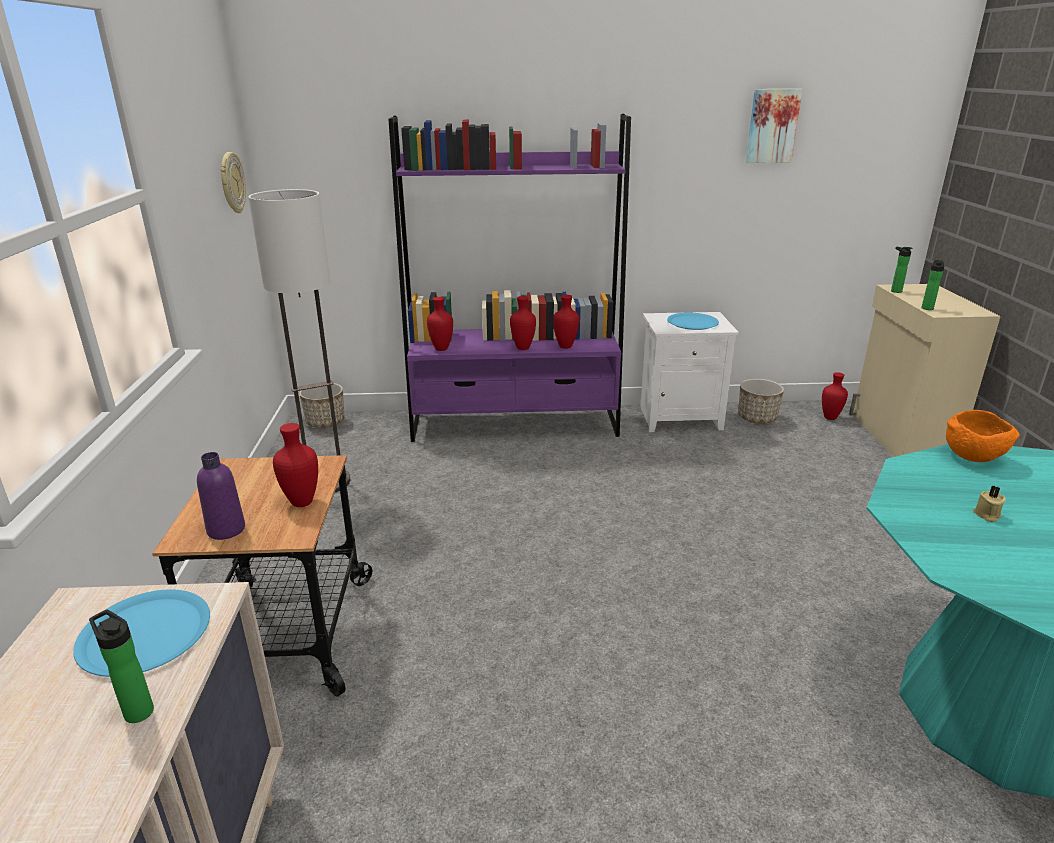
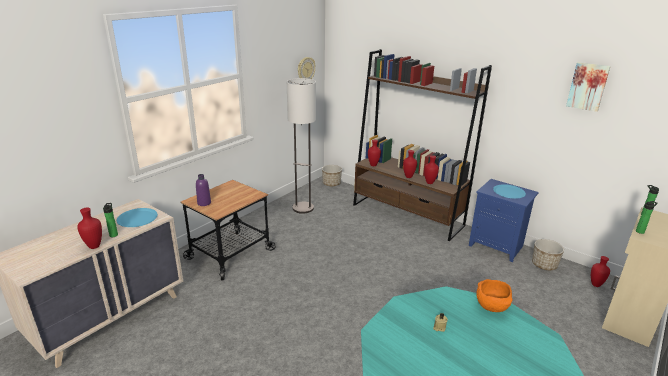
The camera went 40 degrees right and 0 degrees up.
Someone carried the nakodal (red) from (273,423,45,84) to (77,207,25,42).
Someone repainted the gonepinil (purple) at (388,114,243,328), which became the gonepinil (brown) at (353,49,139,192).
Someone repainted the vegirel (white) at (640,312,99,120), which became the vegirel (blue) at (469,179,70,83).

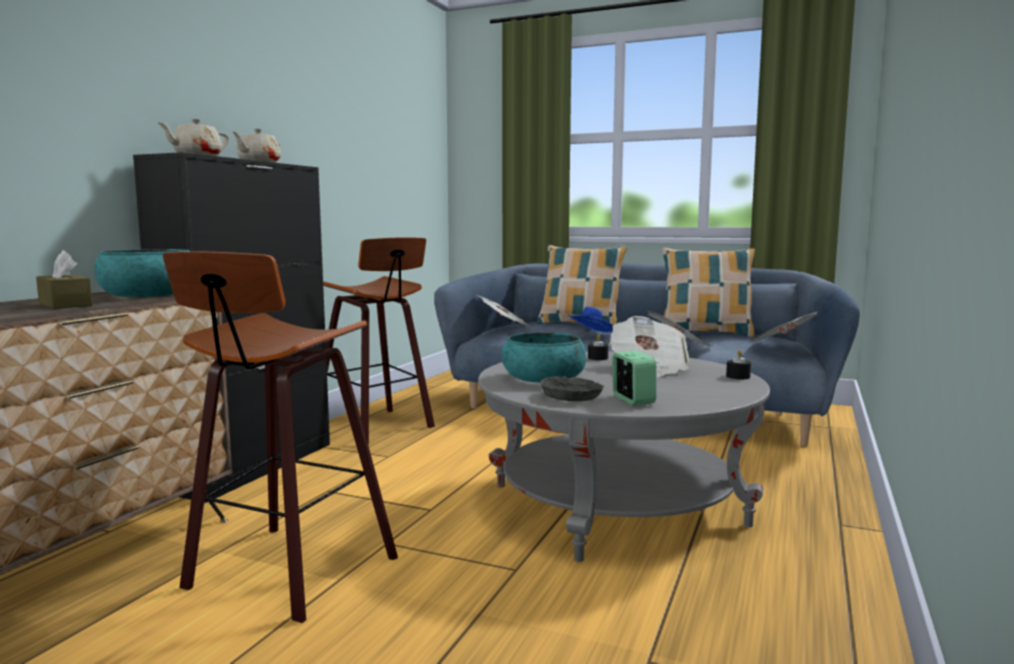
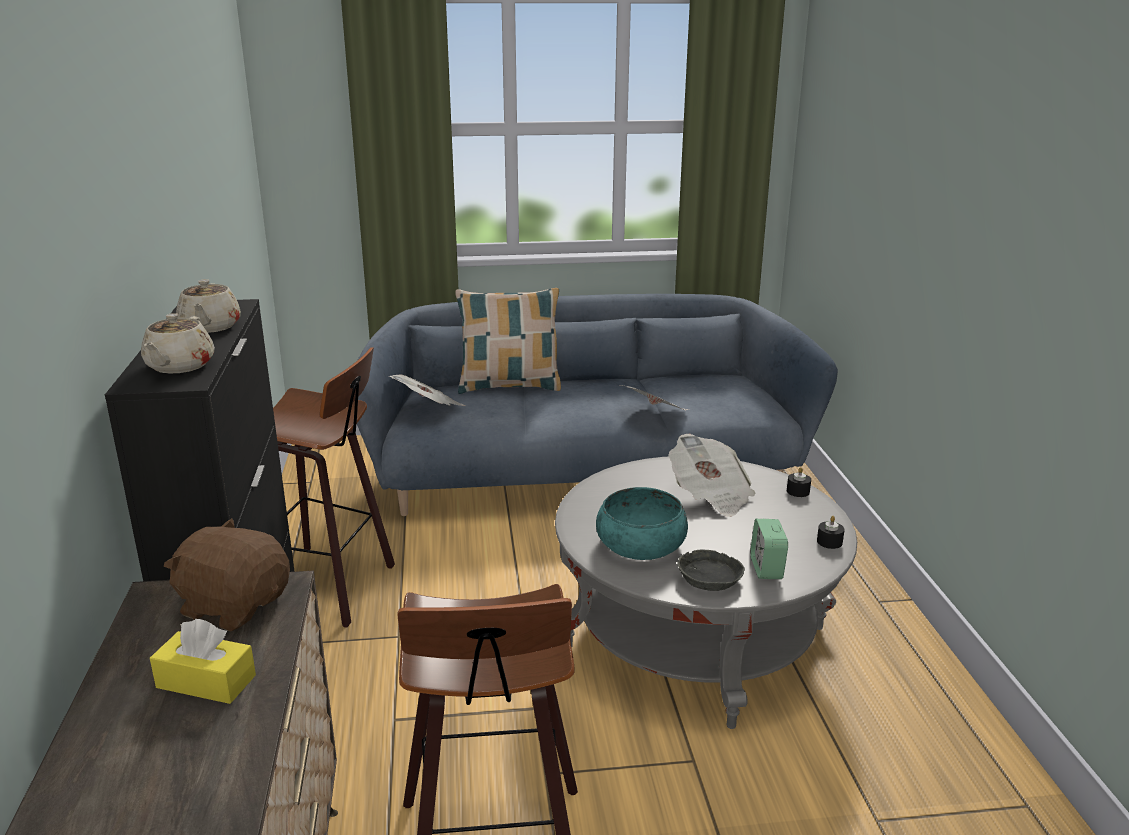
The camera went 30 degrees left and 15 degrees up.
Someone repainted the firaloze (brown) at (36,250,56,59), which became the firaloze (yellow) at (150,619,106,85).
Someone swapped the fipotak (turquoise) at (94,249,96,48) for the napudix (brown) at (164,518,126,114).
Someone took away the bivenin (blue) at (568,307,45,26).
Someone carried the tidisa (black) from (588,334,20,26) to (817,516,28,33).
Someone rotated the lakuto at (613,351,43,54) by 135 degrees counterclockwise.
Someone took away the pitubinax at (662,248,93,89).
Someone took away the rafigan at (749,311,70,31).

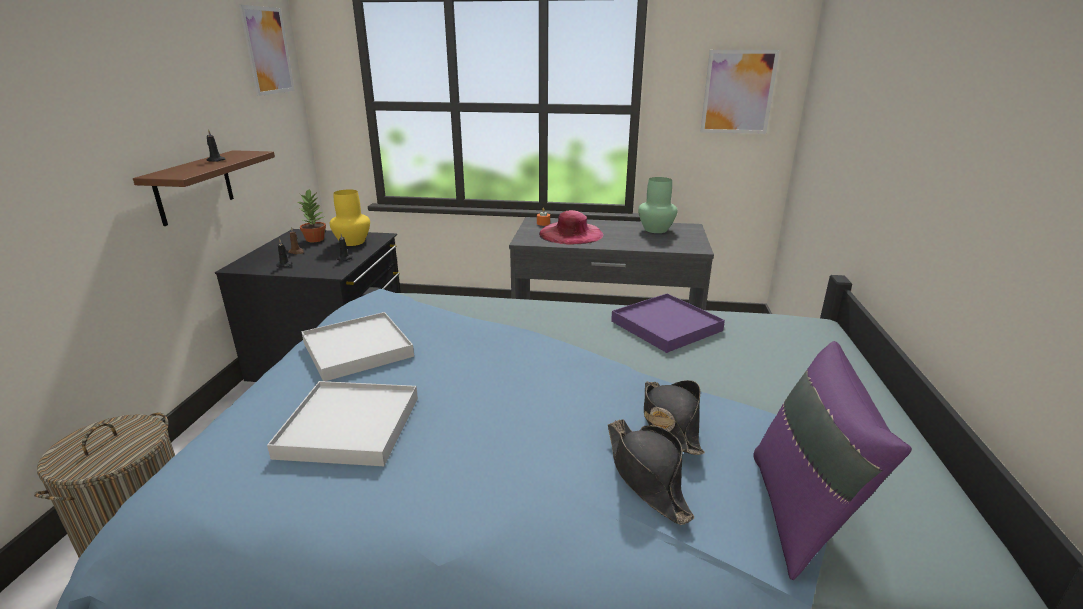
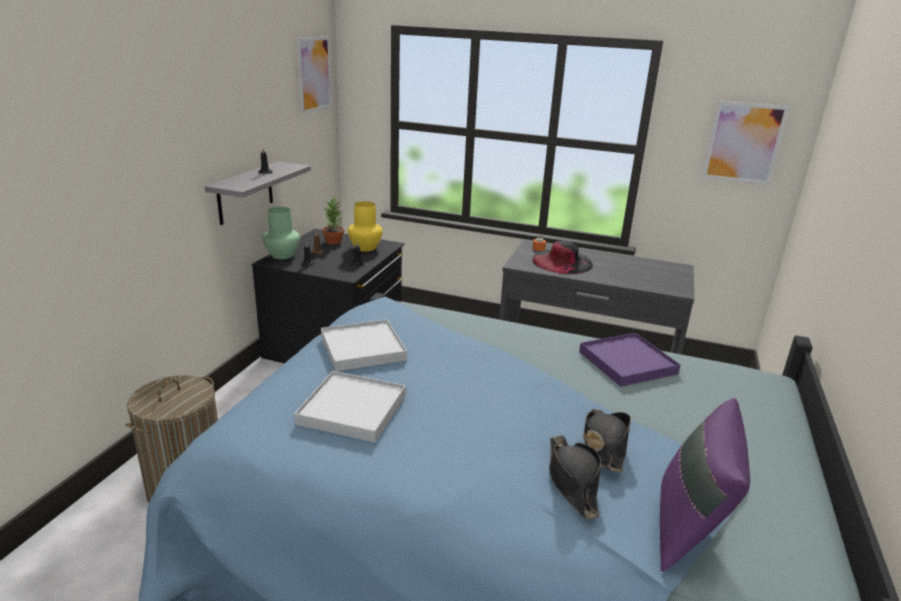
The camera went 10 degrees right and 0 degrees up.
Someone repainted the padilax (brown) at (133,150,142,76), which became the padilax (grey) at (205,161,106,64).
Someone repainted the bivenin (pink) at (539,210,65,34), which became the bivenin (black) at (533,241,60,33).
Someone carried the nakodal (green) from (638,177,39,56) to (263,207,37,52).

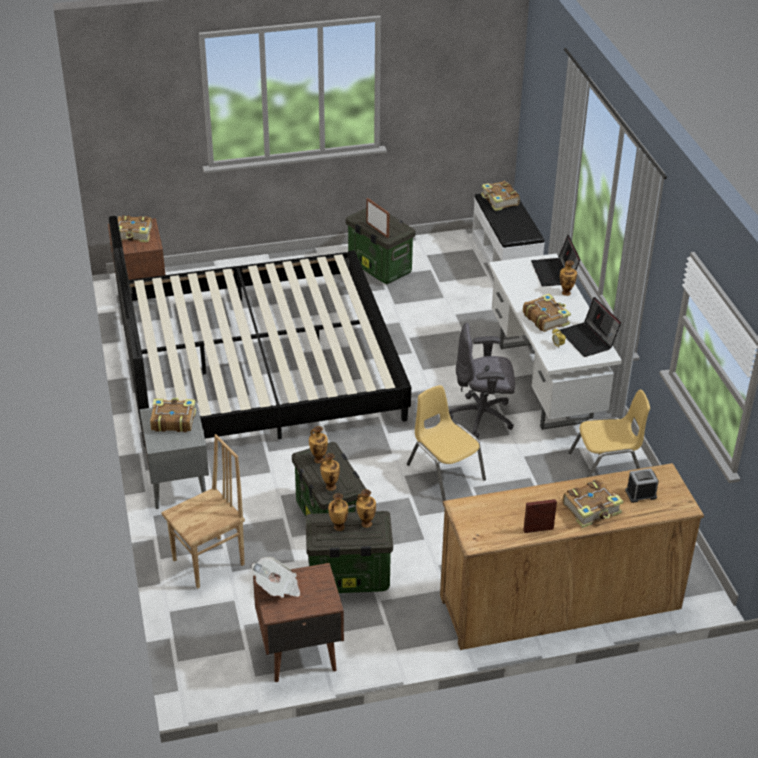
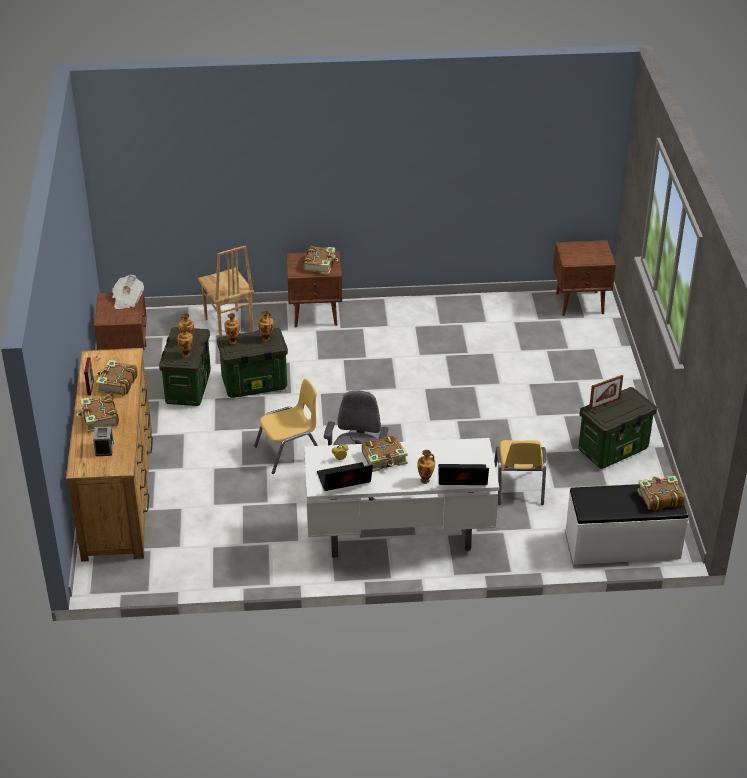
The camera went 100 degrees right and 0 degrees up.
Someone took away the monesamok at (109,216,302,230).
Someone carried the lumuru from (118,215,34,27) to (96,360,42,35).
Someone repainted the vegirel (grey) at (140,401,69,108), which became the vegirel (brown) at (286,251,56,77).
Someone carried the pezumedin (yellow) from (568,390,82,87) to (494,440,52,65).

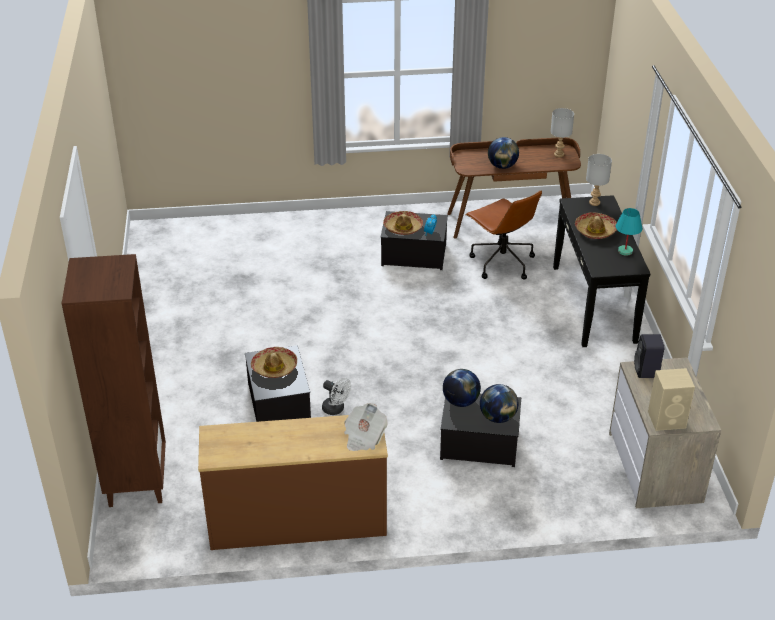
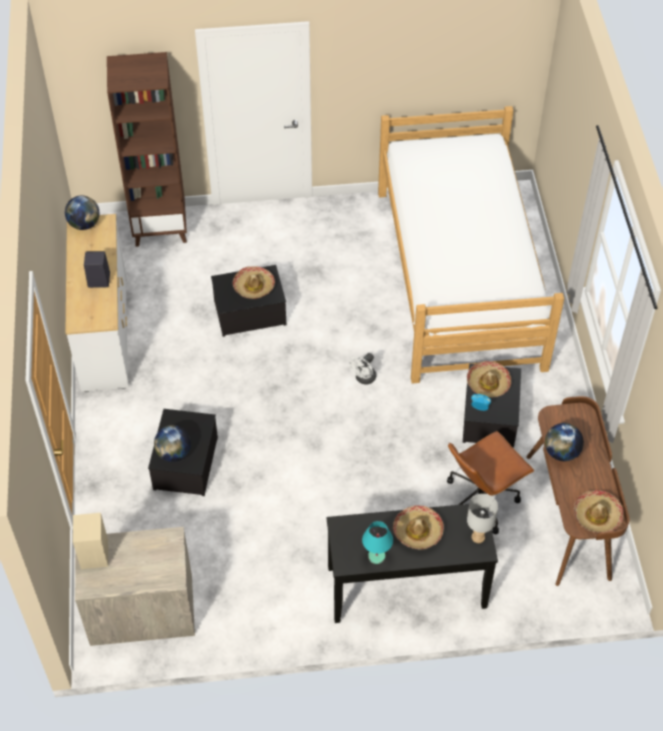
The camera went 90 degrees right and 15 degrees up.
Someone repainted the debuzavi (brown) at (198,415,190,135), which became the debuzavi (white) at (65,214,64,178).
Someone carried the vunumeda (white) from (322,378,29,37) to (349,353,27,32).
Someone took away the rafigan at (344,403,44,48).
Someone carried the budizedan from (443,369,38,38) to (65,196,34,34).
Someone swapped the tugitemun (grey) at (550,108,24,49) for the bivenin at (574,490,50,43).
Someone carried the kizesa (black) from (634,334,31,44) to (84,251,26,37).
Someone put down the monesamok at (378,106,186,278).

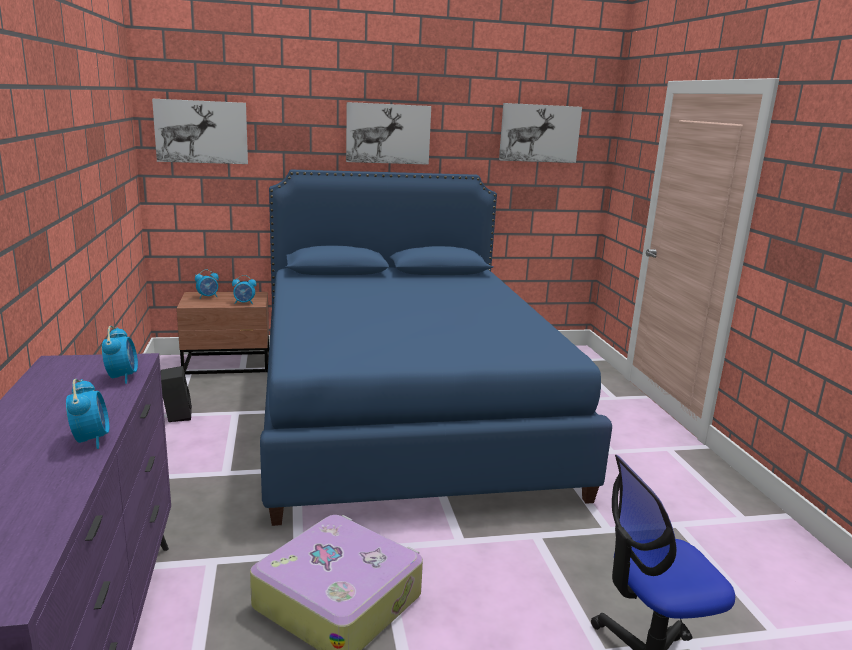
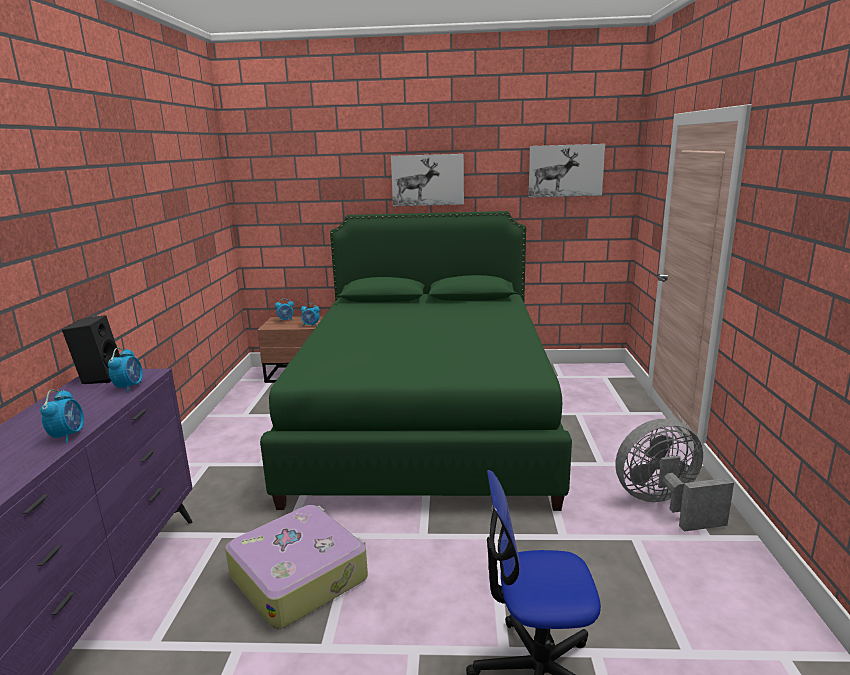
The camera went 15 degrees right and 0 degrees up.
Someone took away the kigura at (152,99,96,65).
Someone carried the kizesa (black) from (161,366,31,56) to (62,315,58,69).
Someone repainted the monesamok (blue) at (260,169,352,357), which became the monesamok (green) at (260,211,312,300).
Someone put down the vunumeda (grey) at (615,419,119,113).

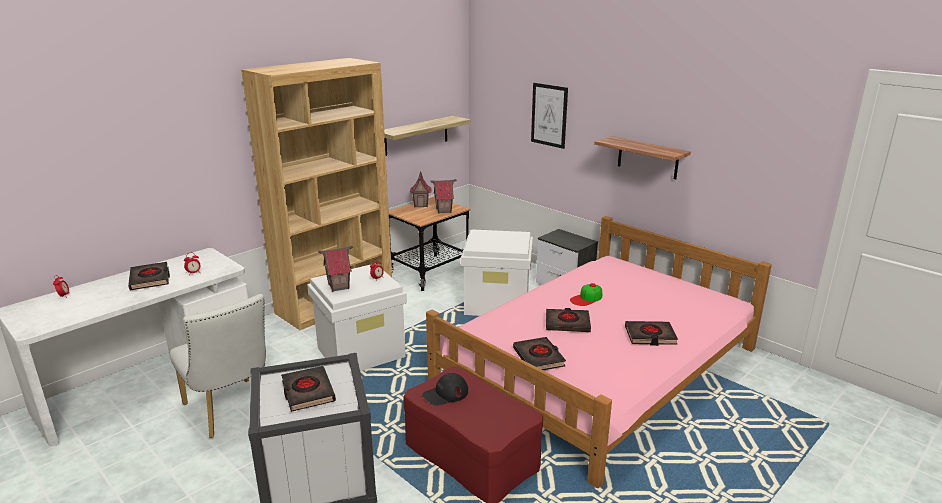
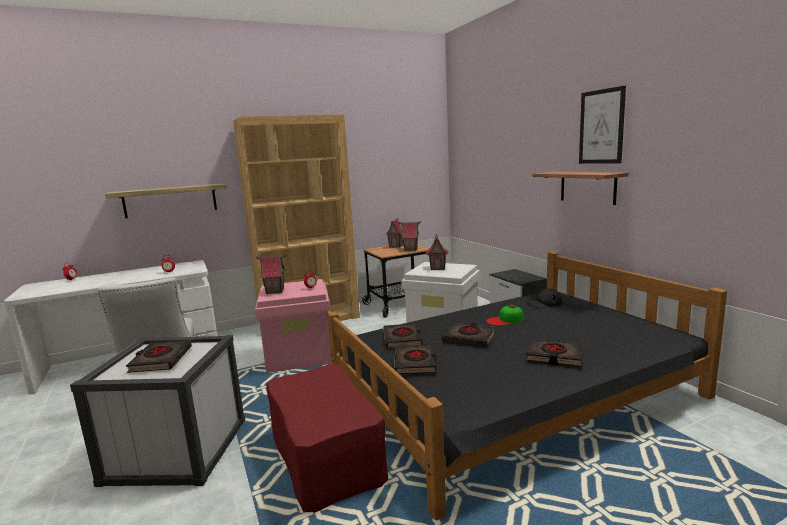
The camera went 20 degrees right and 10 degrees down.
Someone carried the lumuru (black) from (128,262,42,28) to (383,323,39,26).
Someone repainted the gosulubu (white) at (307,264,100,107), which became the gosulubu (pink) at (255,279,77,94).
Someone carried the padilax from (384,116,87,40) to (105,183,122,35).
Someone carried the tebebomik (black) from (423,373,45,33) to (526,288,36,20).
Someone repainted the monesamok (pink) at (426,216,346,272), which became the monesamok (black) at (327,251,400,270).
Someone carried the kigura from (531,83,37,66) to (579,86,47,78).
Someone put down the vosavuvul at (426,234,23,36).

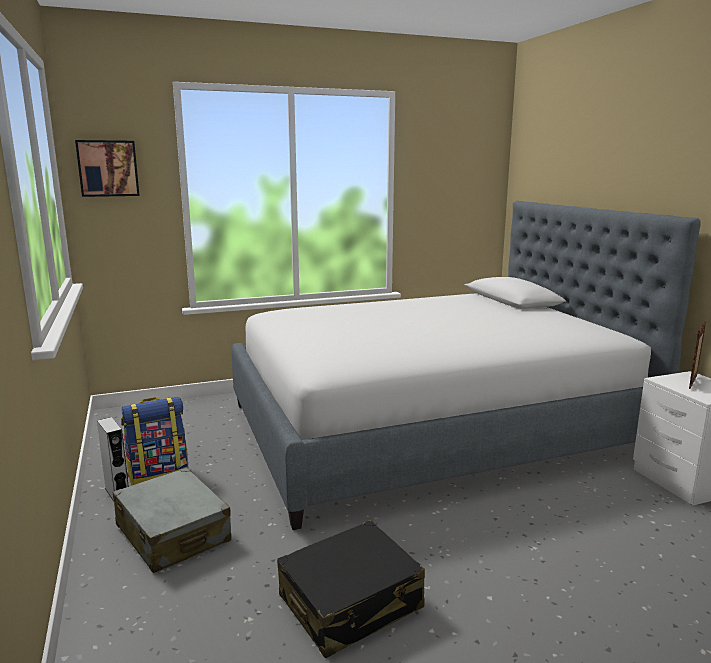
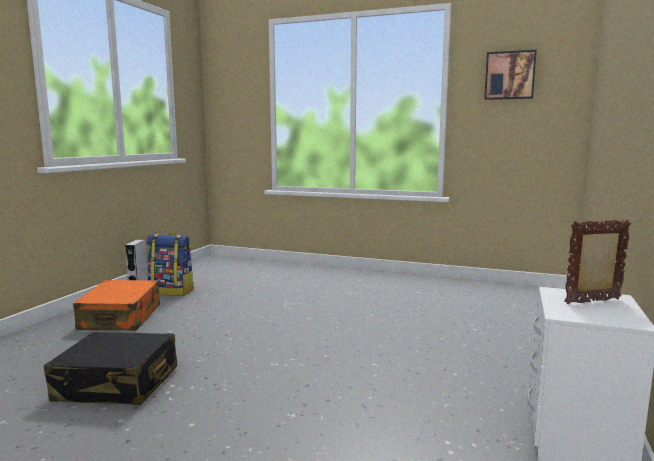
The camera went 40 degrees right and 5 degrees down.
Someone carried the kigura from (75,140,65,57) to (484,50,53,50).
Someone repainted the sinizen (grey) at (113,467,118,106), which became the sinizen (orange) at (73,280,87,51).
Someone took away the monesamok at (231,201,470,329).

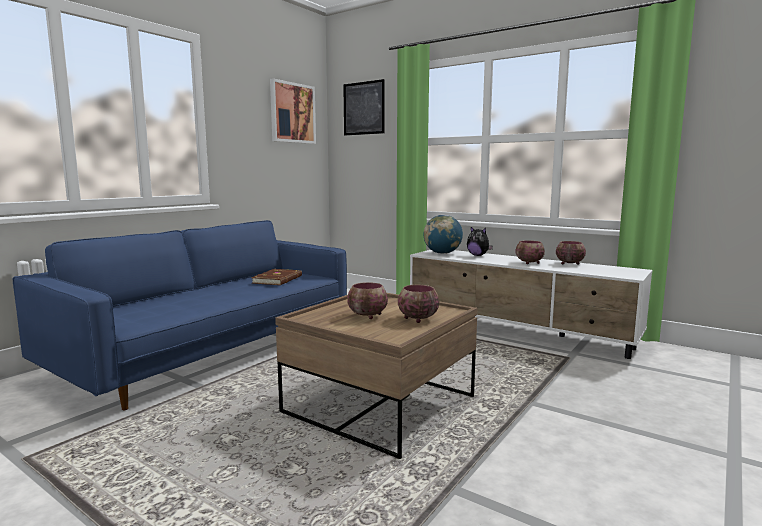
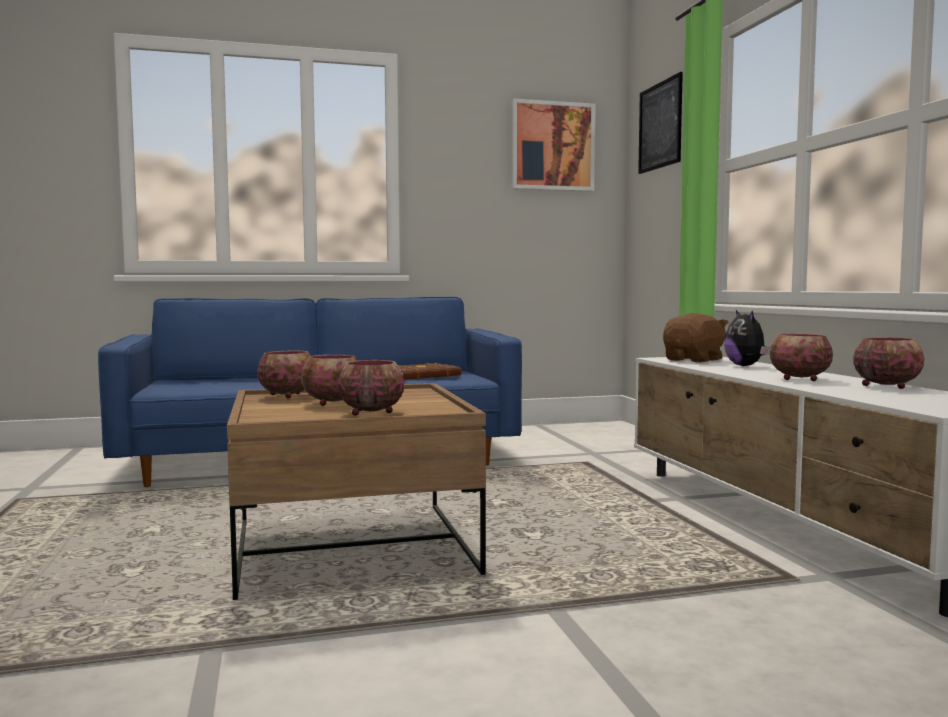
The camera went 40 degrees right and 5 degrees down.
Someone swapped the budizedan at (424,215,39,39) for the napudix (brown) at (663,313,66,49).
Someone put down the fipotak at (257,351,53,47).

